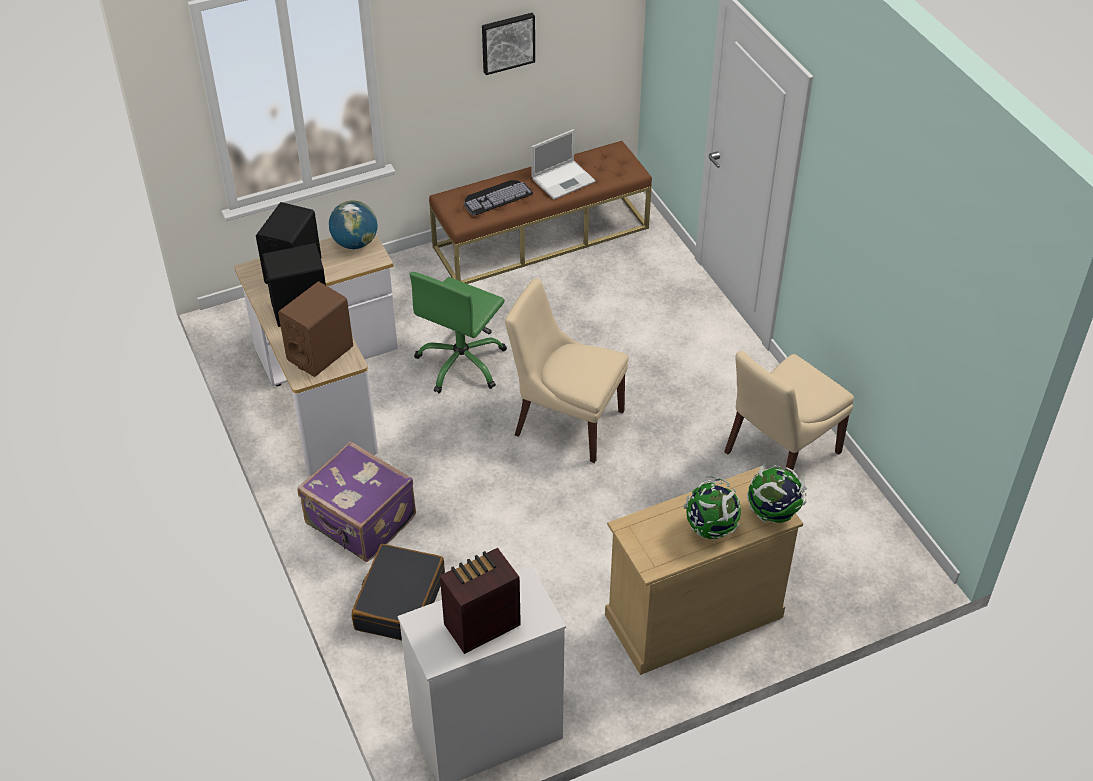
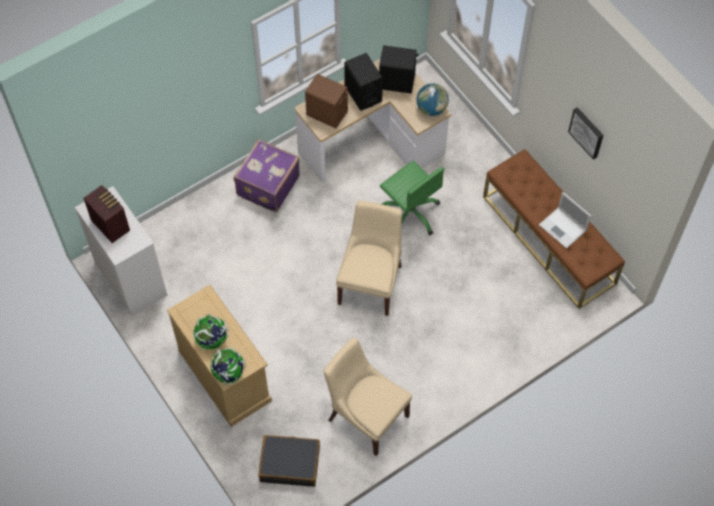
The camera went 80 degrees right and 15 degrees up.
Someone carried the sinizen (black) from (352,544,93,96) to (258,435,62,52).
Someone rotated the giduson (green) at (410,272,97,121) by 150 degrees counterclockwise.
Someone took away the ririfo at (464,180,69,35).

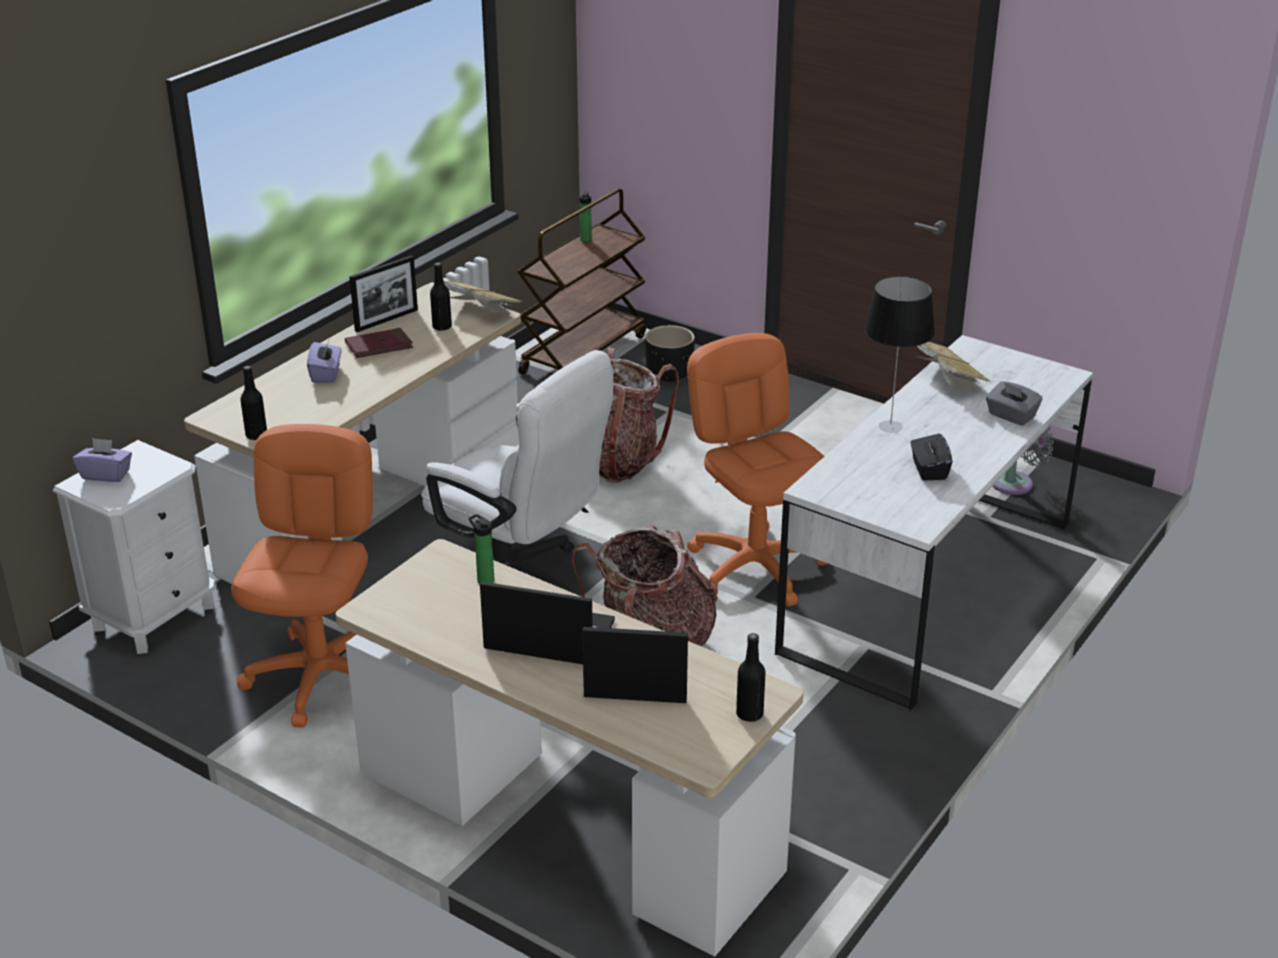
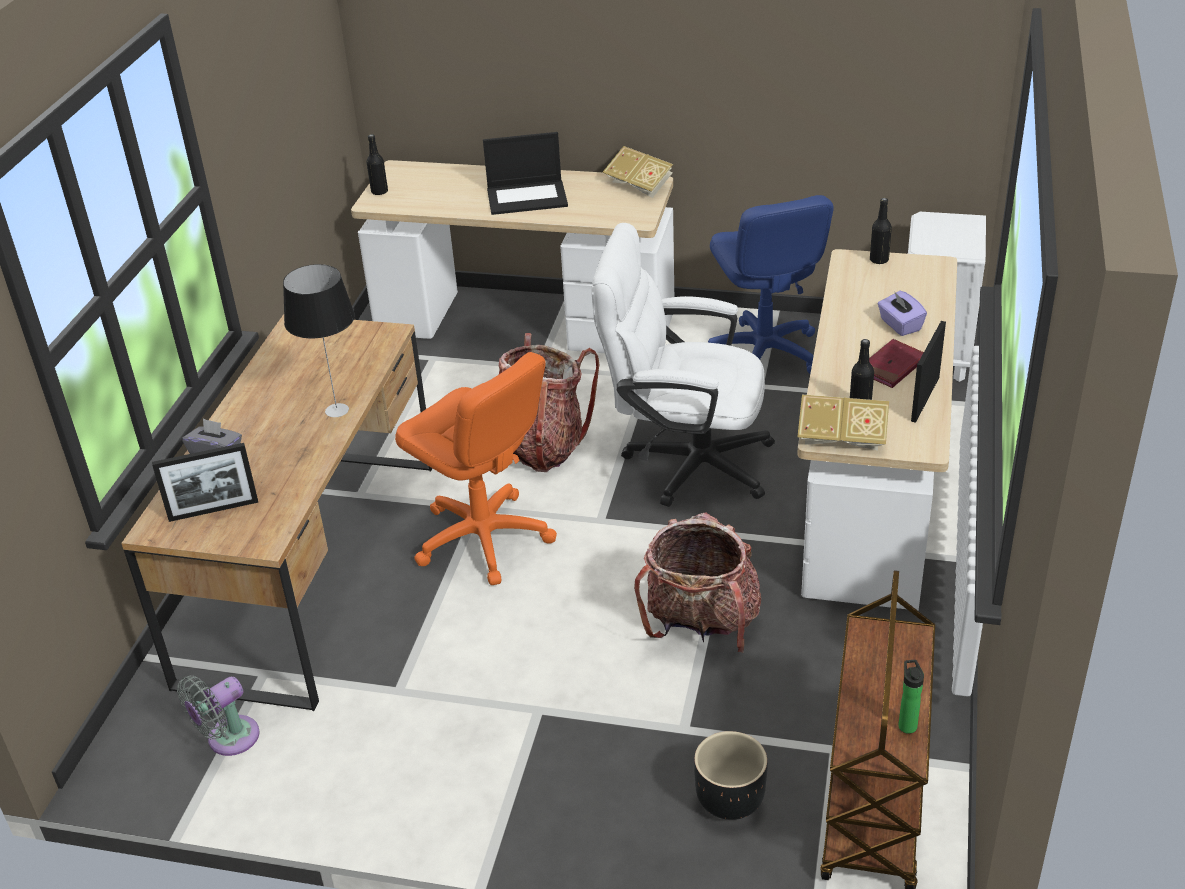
The camera went 160 degrees right and 5 degrees up.
Someone took away the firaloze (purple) at (73,438,59,44).
Someone repainted the giduson (orange) at (231,424,142,304), which became the giduson (blue) at (708,195,126,179).
Someone took away the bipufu at (469,514,25,70).
Someone carried the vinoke from (582,627,106,76) to (152,443,106,79).
Someone repainted the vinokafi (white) at (775,335,318,375), which became the vinokafi (brown) at (121,314,311,397).
Someone took away the firaloze (black) at (911,433,42,48).
Someone carried the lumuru from (916,341,74,52) to (602,146,71,52).

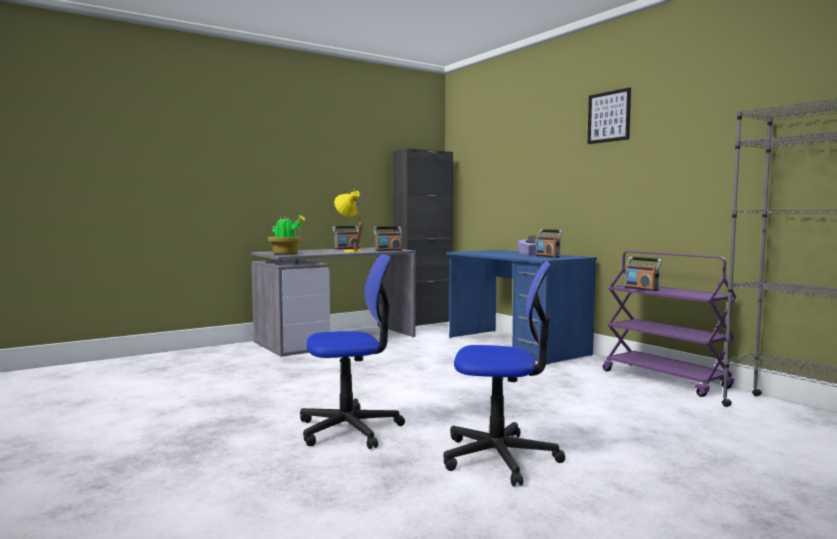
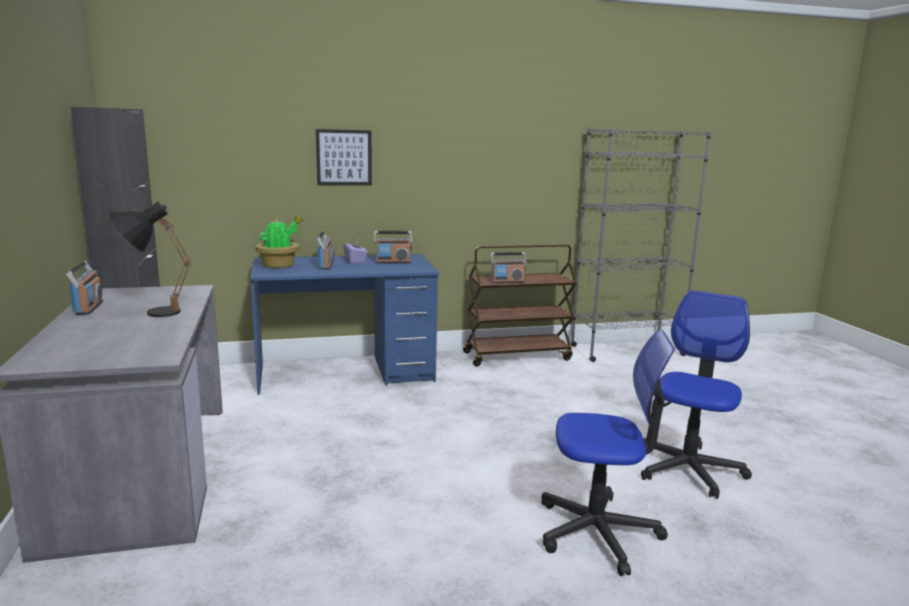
The camera went 70 degrees left and 10 degrees up.
Someone carried the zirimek from (268,215,38,39) to (255,215,49,53).
Someone rotated the giduson at (300,254,105,195) by 90 degrees clockwise.
Someone repainted the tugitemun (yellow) at (334,190,29,62), which became the tugitemun (black) at (109,201,82,116).
Someone carried the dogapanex from (374,227,28,24) to (316,231,18,39).
Someone carried the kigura from (588,87,43,57) to (316,129,56,57).
Someone repainted the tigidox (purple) at (603,251,134,146), which became the tigidox (brown) at (463,244,114,123).

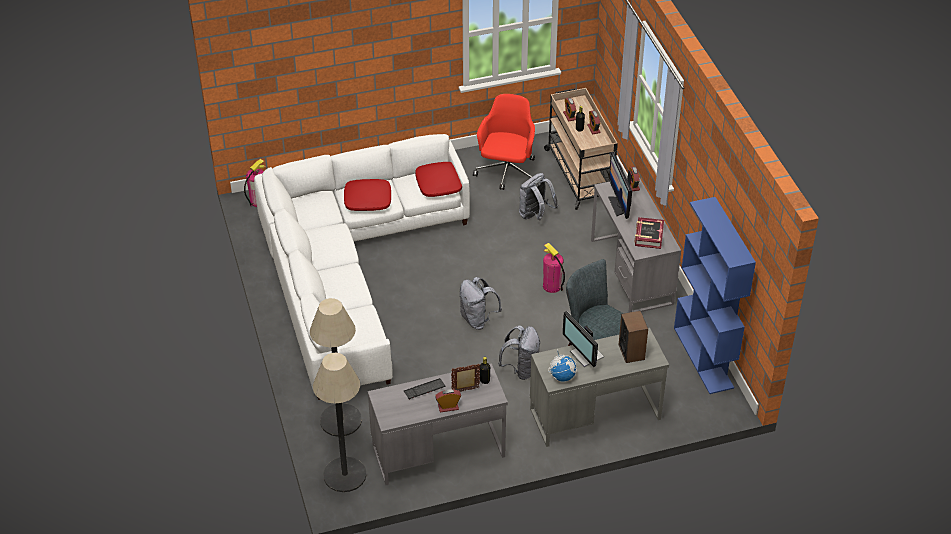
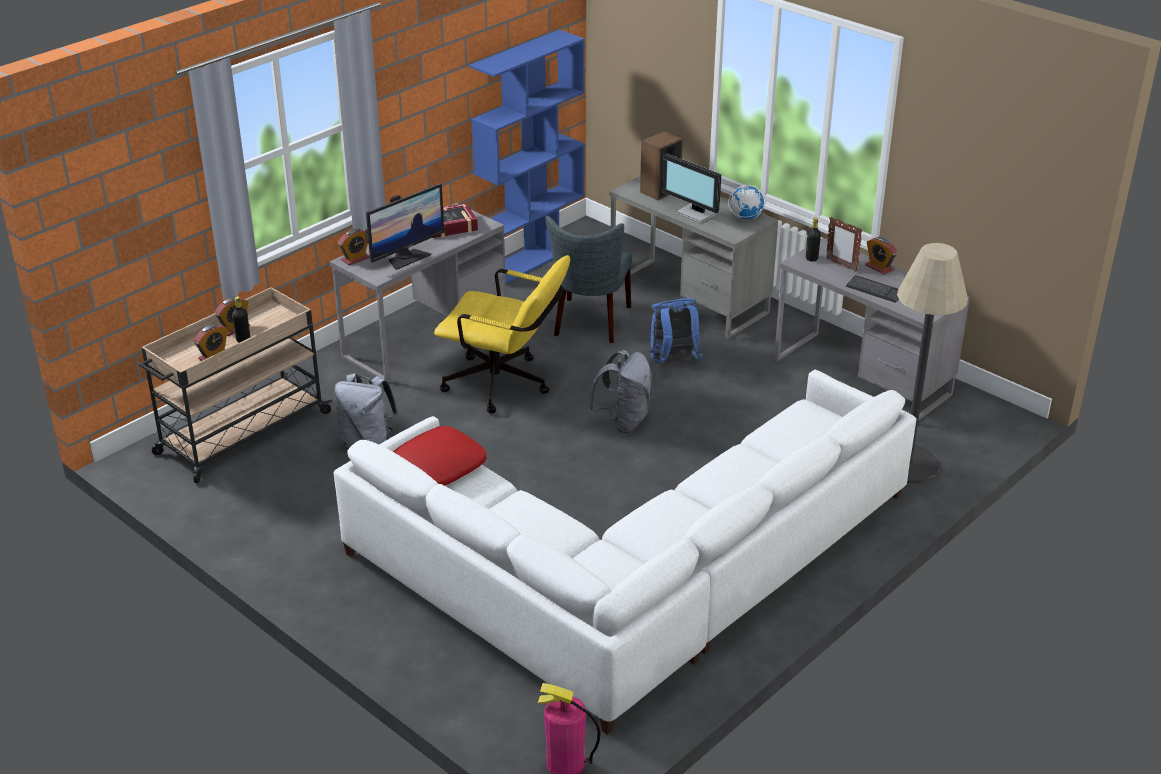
The camera went 120 degrees left and 10 degrees down.
Someone took away the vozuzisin at (313,352,54,140).
Someone took away the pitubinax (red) at (344,179,47,32).
Someone took away the giduson (red) at (473,94,62,96).
Someone repainted the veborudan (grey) at (498,325,42,55), which became the veborudan (blue) at (650,298,54,66).
Someone swapped the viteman at (543,243,22,50) for the giduson (yellow) at (434,255,136,159).
Someone rotated the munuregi at (563,311,41,56) by 105 degrees clockwise.

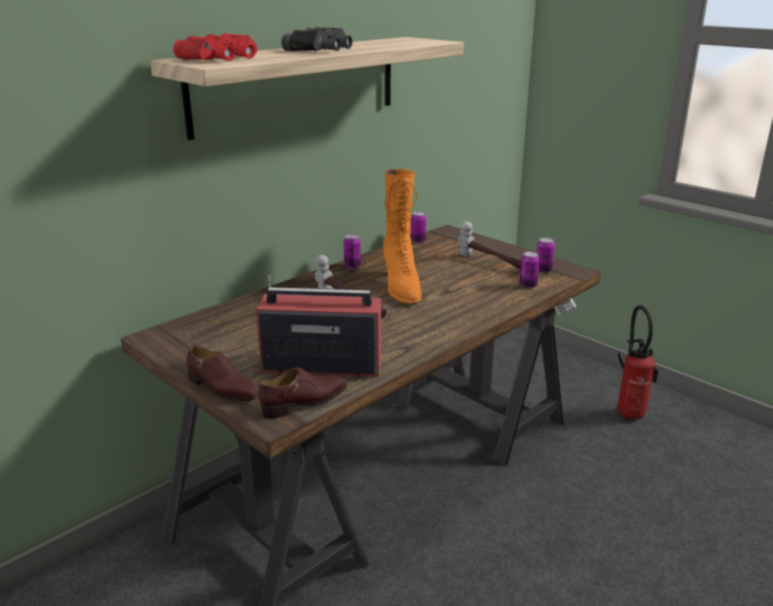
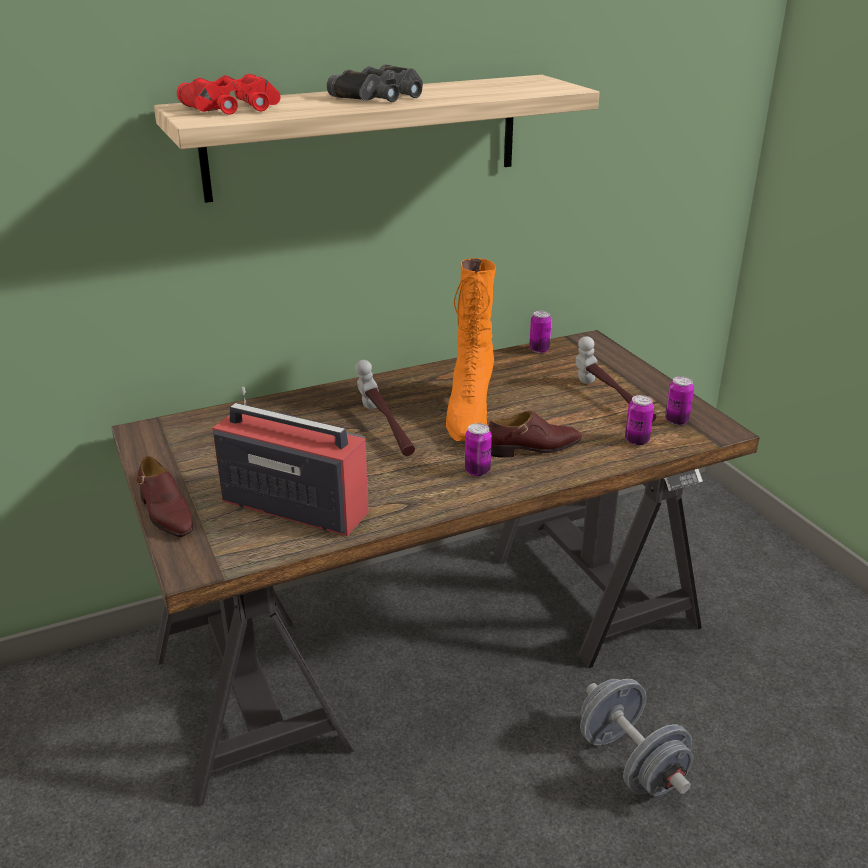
The camera went 20 degrees right and 5 degrees up.
Someone carried the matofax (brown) from (258,367,89,52) to (488,411,94,47).
Someone carried the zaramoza from (344,234,17,35) to (465,423,27,53).
Someone took away the viteman at (617,305,41,115).
Someone put down the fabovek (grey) at (580,679,113,117).

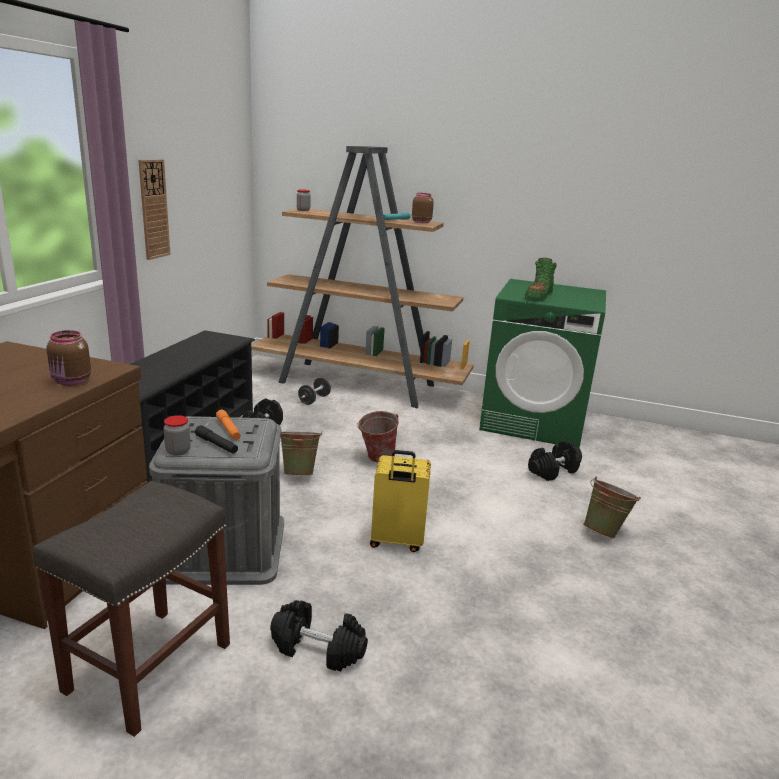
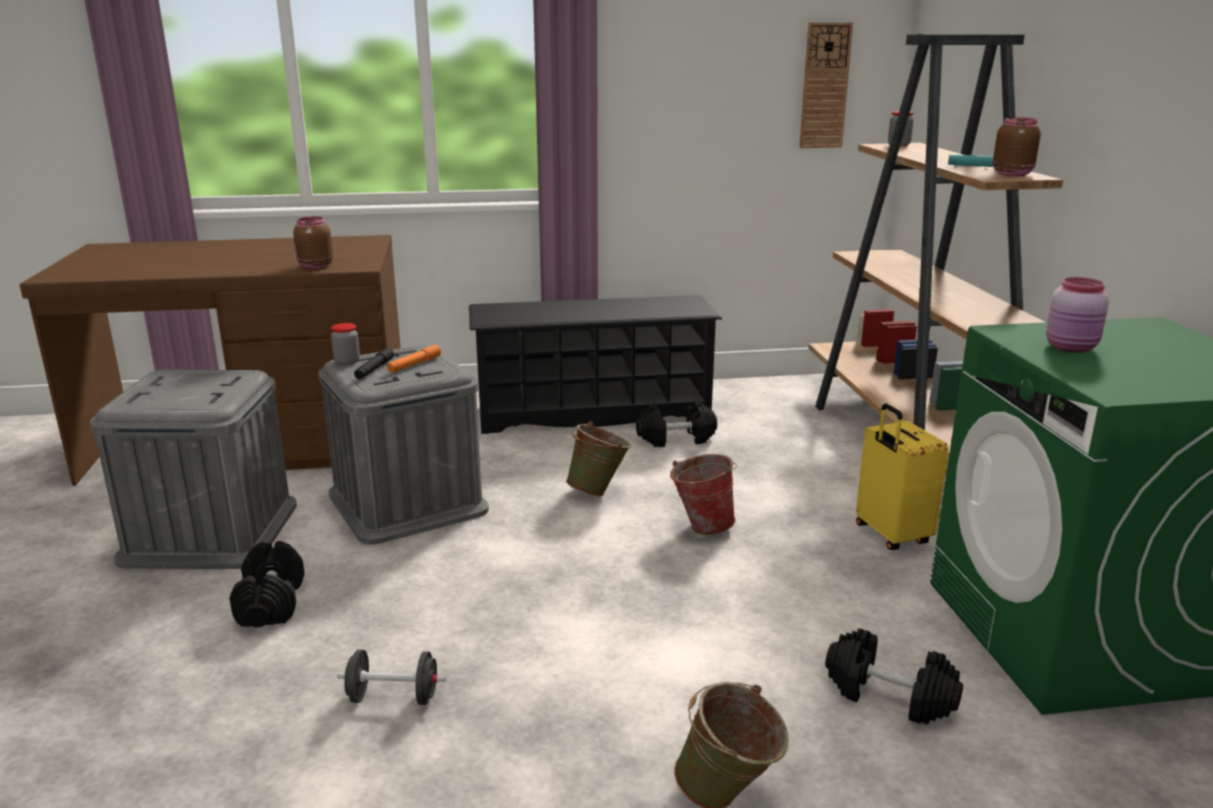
The camera went 65 degrees right and 0 degrees up.
Someone swapped the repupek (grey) at (33,481,197,256) for the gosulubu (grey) at (90,370,207,199).
Someone carried the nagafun from (138,159,33,101) to (799,22,54,126).
Someone carried the fabovek (black) from (298,377,33,28) to (337,650,109,55).
Someone carried the sinizen (yellow) from (370,450,61,102) to (856,403,93,147).
Someone swapped the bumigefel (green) at (525,258,32,41) for the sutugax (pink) at (1046,277,63,76).

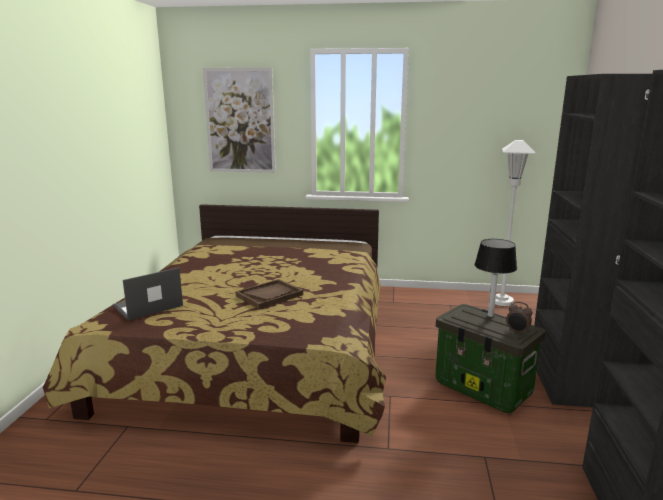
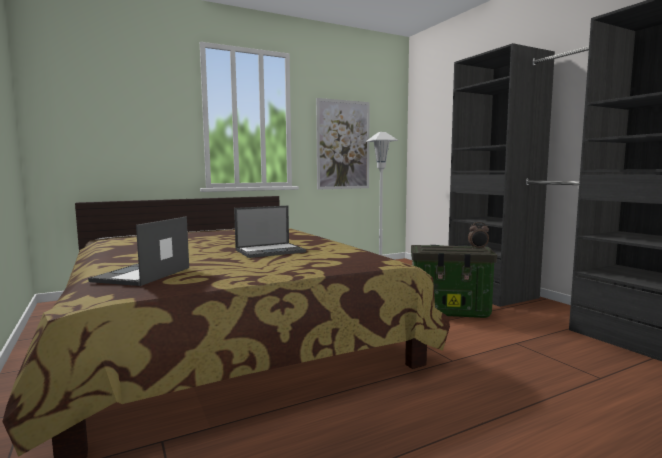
The camera went 35 degrees left and 10 degrees down.
Someone carried the kigura from (203,68,73,105) to (316,98,54,91).
Someone swapped the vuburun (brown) at (236,279,67,30) for the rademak at (234,206,72,52).
Someone took away the tugitemun at (475,239,42,78).

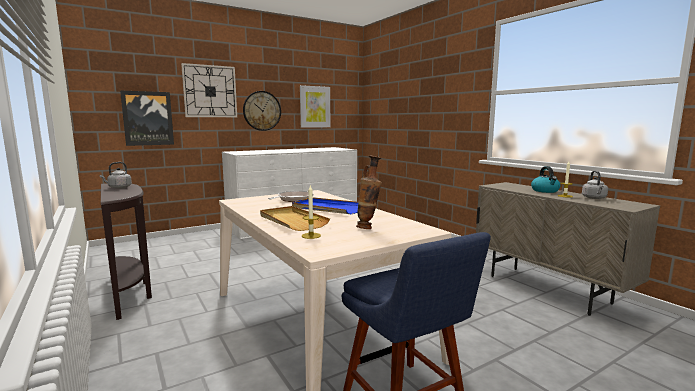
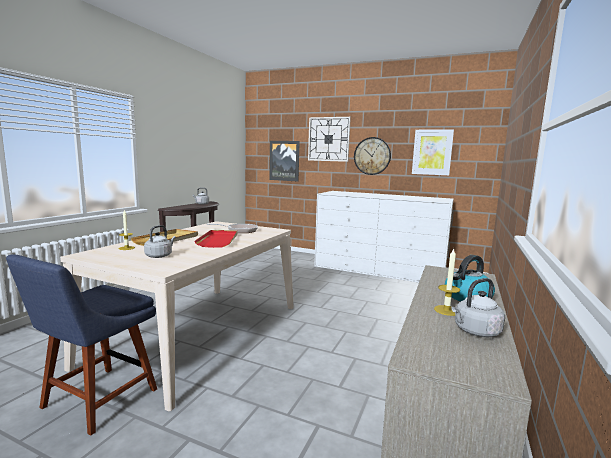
The camera went 55 degrees right and 0 degrees up.
Someone repainted the vuburun (blue) at (292,197,67,17), which became the vuburun (red) at (194,230,43,18).
Someone swapped the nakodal at (356,156,26,73) for the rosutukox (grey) at (144,225,32,33).

